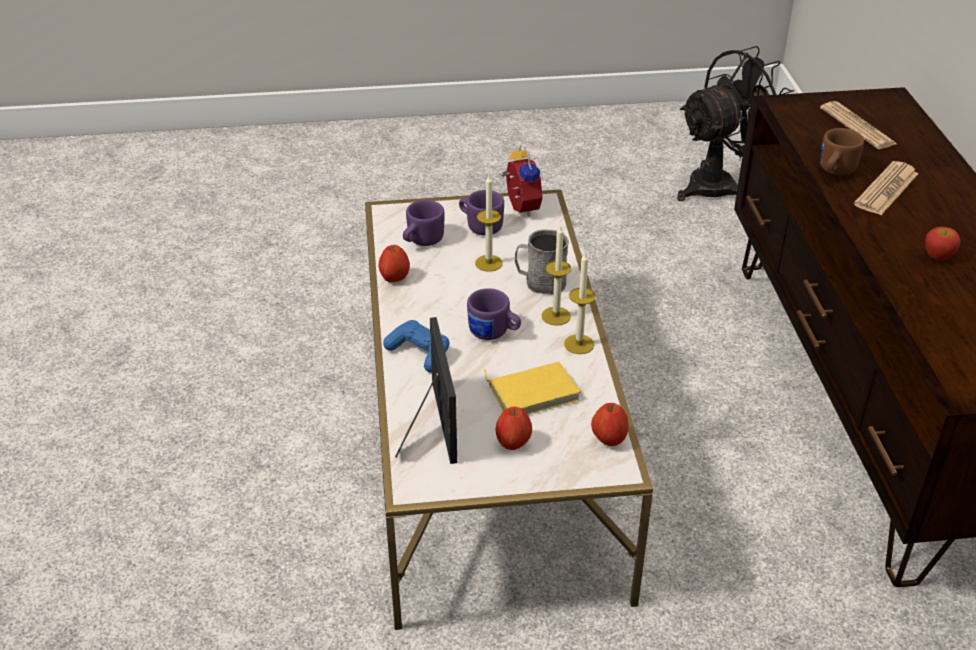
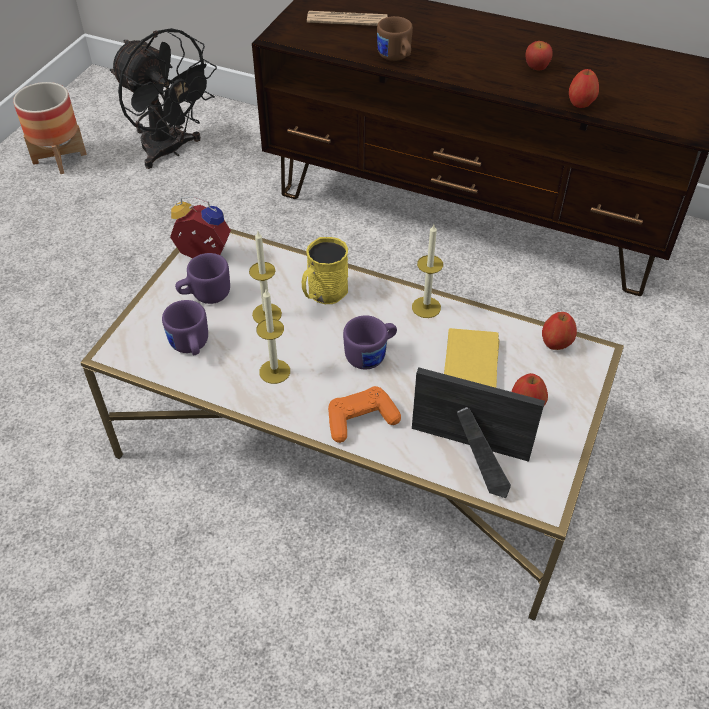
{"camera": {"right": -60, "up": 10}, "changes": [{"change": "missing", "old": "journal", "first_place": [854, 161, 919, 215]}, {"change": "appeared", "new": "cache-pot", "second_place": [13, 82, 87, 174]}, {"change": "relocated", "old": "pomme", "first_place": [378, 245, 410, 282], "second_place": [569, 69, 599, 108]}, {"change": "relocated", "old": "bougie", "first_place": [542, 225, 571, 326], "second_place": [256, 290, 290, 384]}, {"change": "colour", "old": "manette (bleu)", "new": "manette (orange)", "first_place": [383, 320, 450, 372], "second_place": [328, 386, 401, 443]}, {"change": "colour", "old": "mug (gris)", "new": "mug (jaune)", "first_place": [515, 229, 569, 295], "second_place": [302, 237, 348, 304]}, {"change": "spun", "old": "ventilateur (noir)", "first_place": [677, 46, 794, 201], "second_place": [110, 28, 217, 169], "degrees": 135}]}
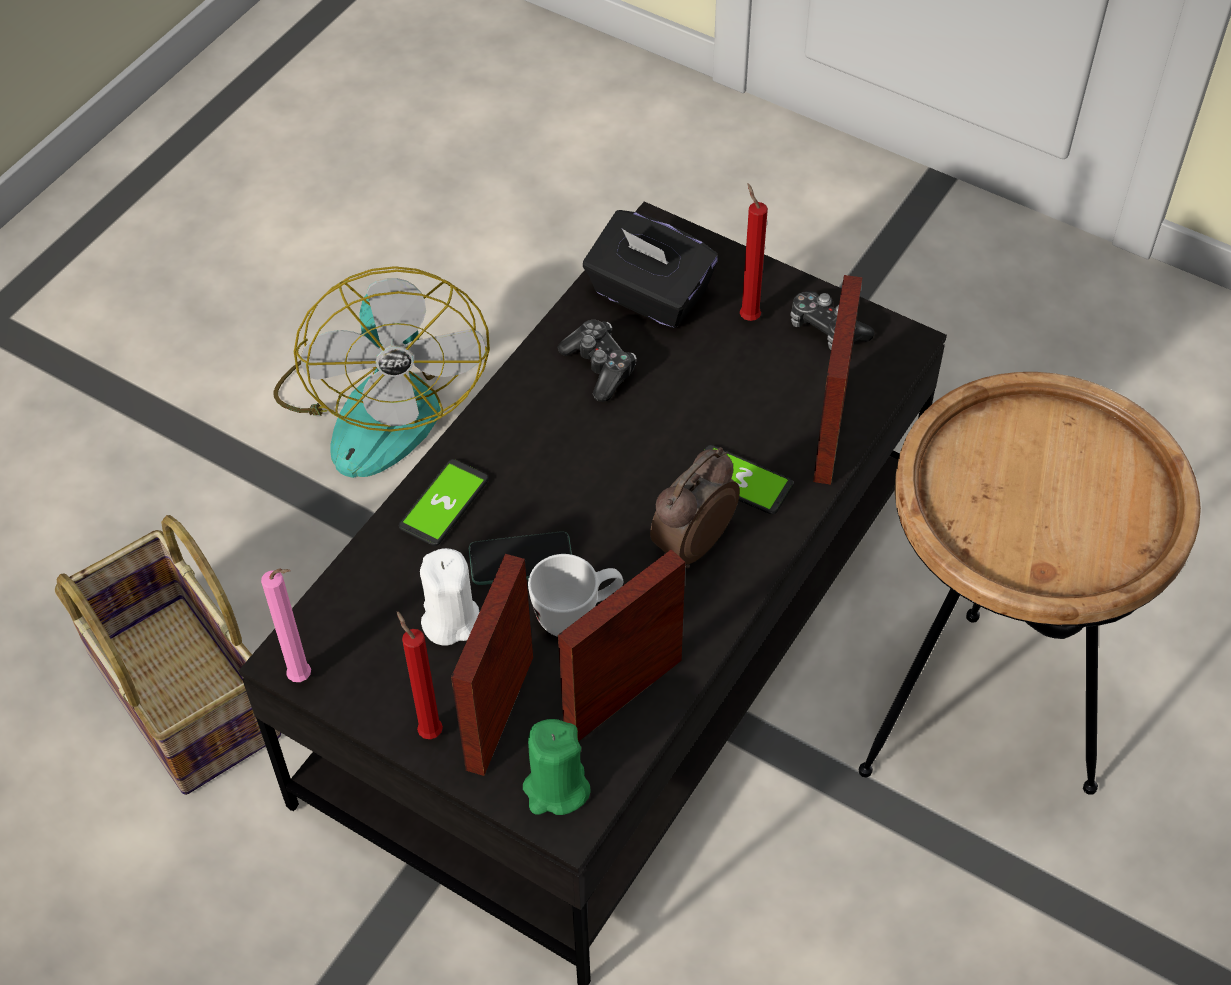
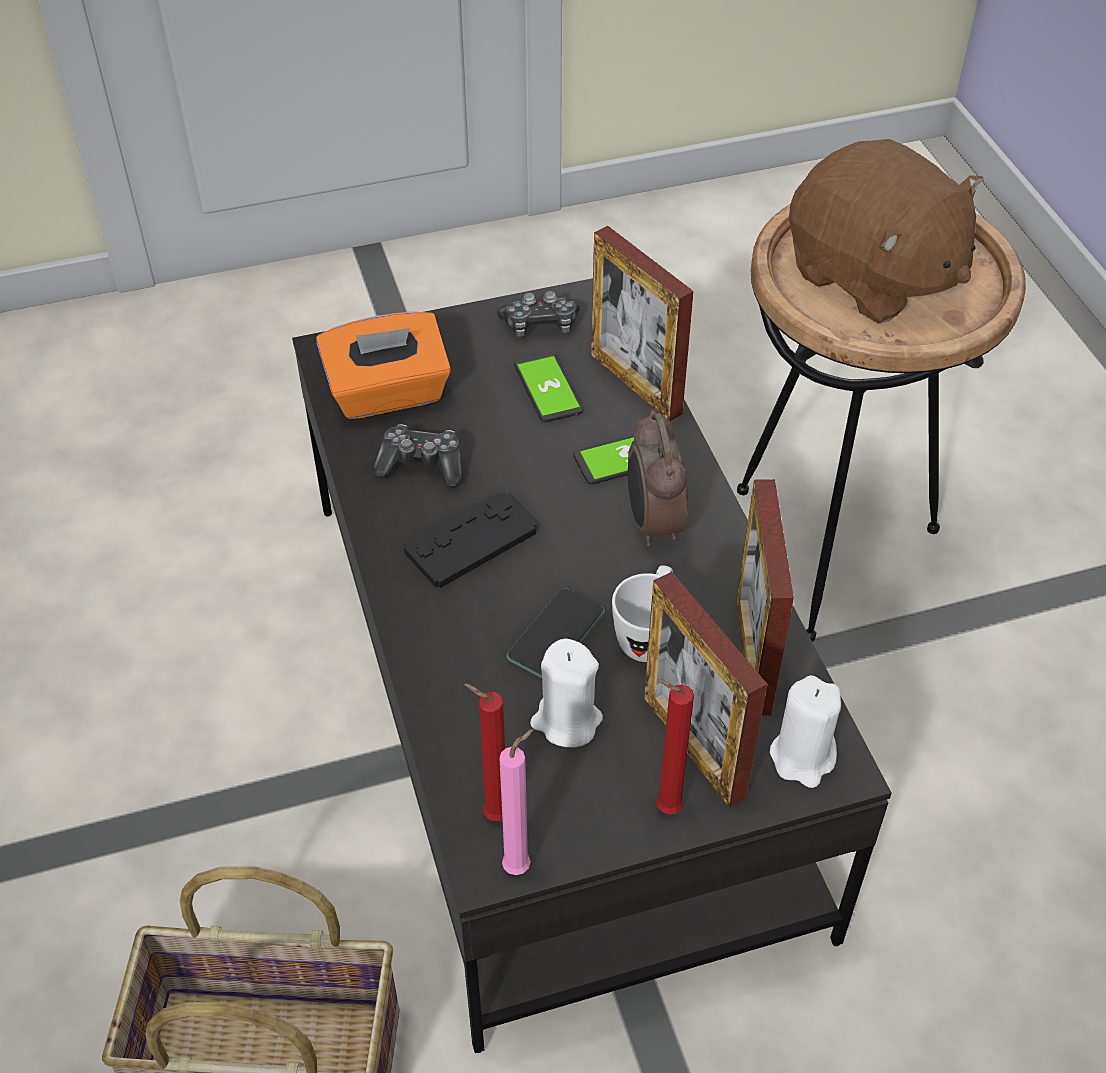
{"camera": {"right": -50, "up": -5}, "changes": [{"change": "missing", "old": "ventilateur", "first_place": [273, 266, 490, 478]}, {"change": "appeared", "new": "manette (noir)", "second_place": [404, 492, 537, 588]}, {"change": "appeared", "new": "peluche (marron)", "second_place": [789, 139, 984, 323]}, {"change": "relocated", "old": "téléphone", "first_place": [399, 459, 489, 546], "second_place": [514, 352, 583, 422]}, {"change": "relocated", "old": "bougie (rouge)", "first_place": [739, 184, 768, 321], "second_place": [464, 684, 505, 821]}, {"change": "colour", "old": "bougie (vert)", "new": "bougie (blanc)", "first_place": [523, 719, 591, 815], "second_place": [770, 675, 841, 788]}, {"change": "colour", "old": "boîte à mouchoirs (noir)", "new": "boîte à mouchoirs (orange)", "first_place": [583, 210, 718, 328], "second_place": [316, 311, 451, 419]}]}
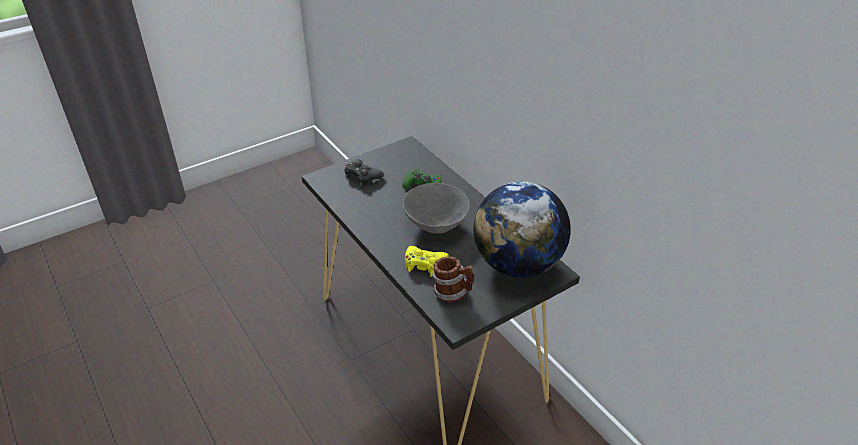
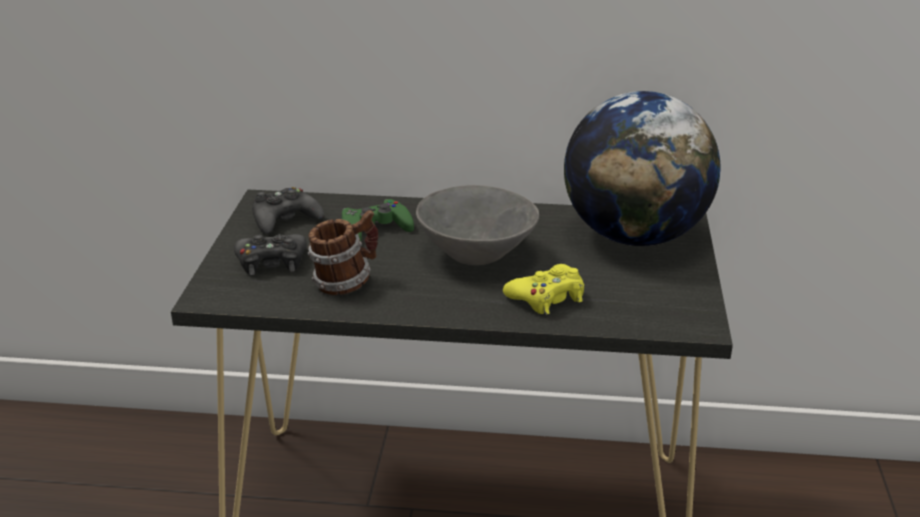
{"camera": {"right": -50, "up": -10}, "changes": [{"change": "appeared", "new": "manette (noir)", "second_place": [252, 187, 324, 234]}, {"change": "relocated", "old": "mug", "first_place": [432, 256, 474, 302], "second_place": [307, 210, 378, 295]}]}
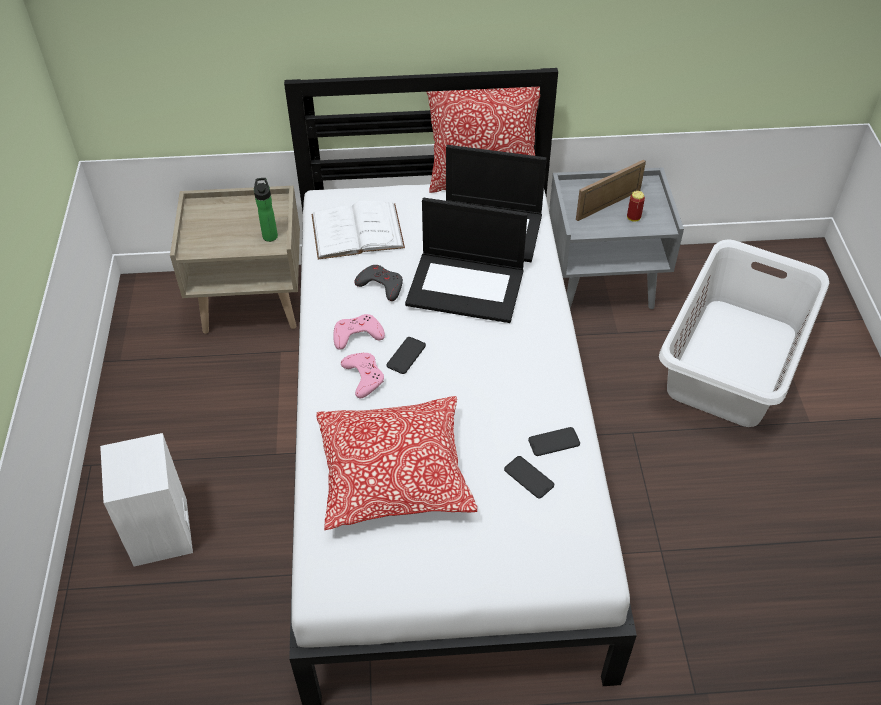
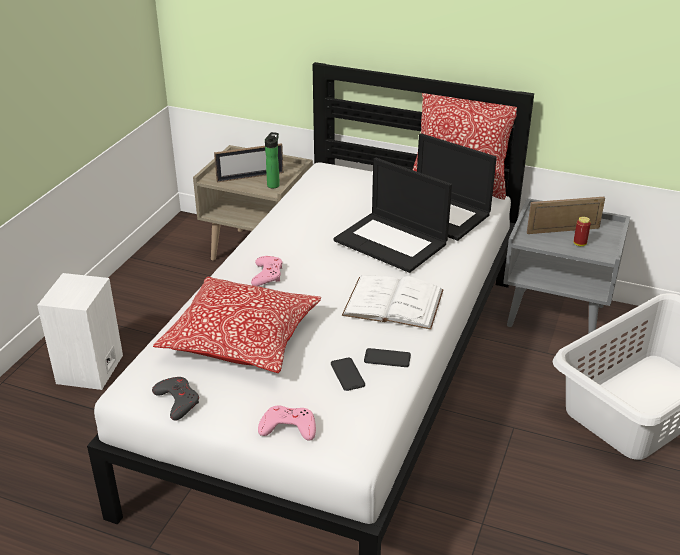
{"camera": {"right": 25, "up": -15}, "changes": [{"change": "missing", "old": "téléphone", "first_place": [386, 337, 426, 374]}, {"change": "appeared", "new": "cadre photo", "second_place": [214, 143, 283, 182]}, {"change": "relocated", "old": "livre (blanc)", "first_place": [312, 200, 405, 259], "second_place": [342, 275, 444, 330]}, {"change": "relocated", "old": "manette (rose)", "first_place": [333, 314, 385, 350], "second_place": [258, 406, 316, 440]}, {"change": "relocated", "old": "manette (gris)", "first_place": [354, 265, 403, 301], "second_place": [152, 377, 199, 421]}]}
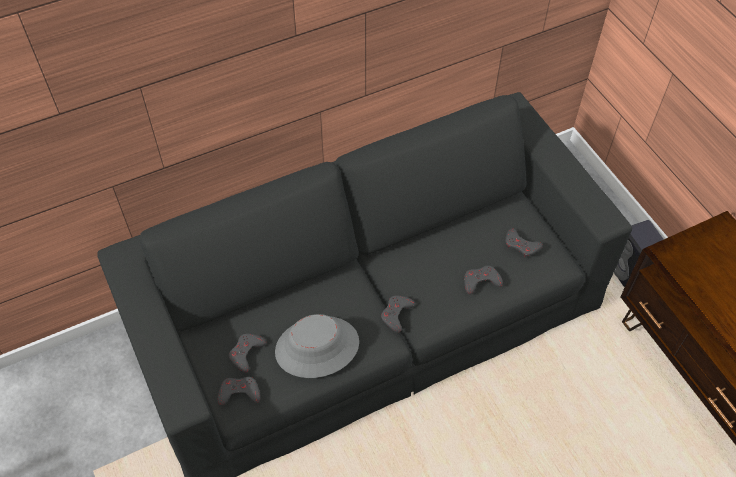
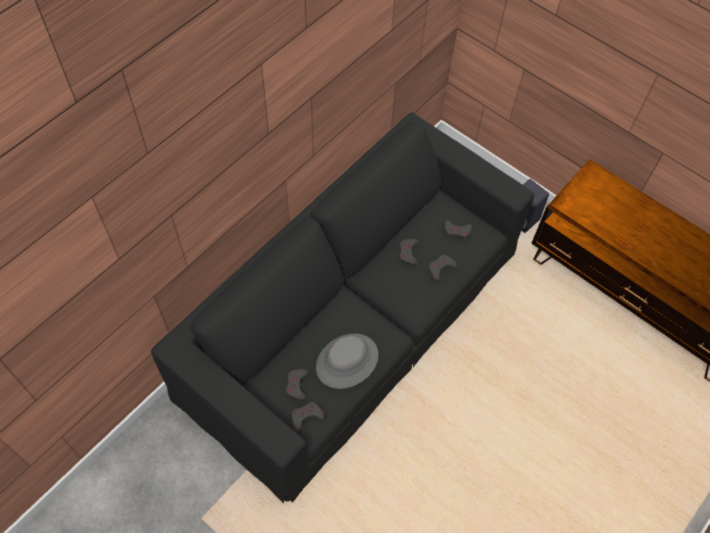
{"camera": {"right": -25, "up": 5}, "changes": [{"change": "relocated", "old": "manette (gris)", "first_place": [381, 295, 415, 333], "second_place": [399, 239, 418, 266]}]}
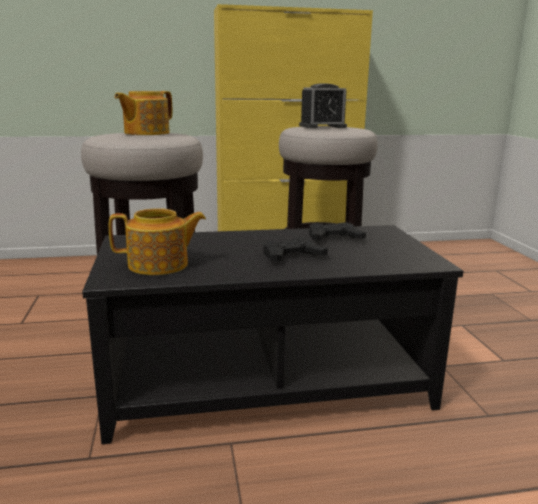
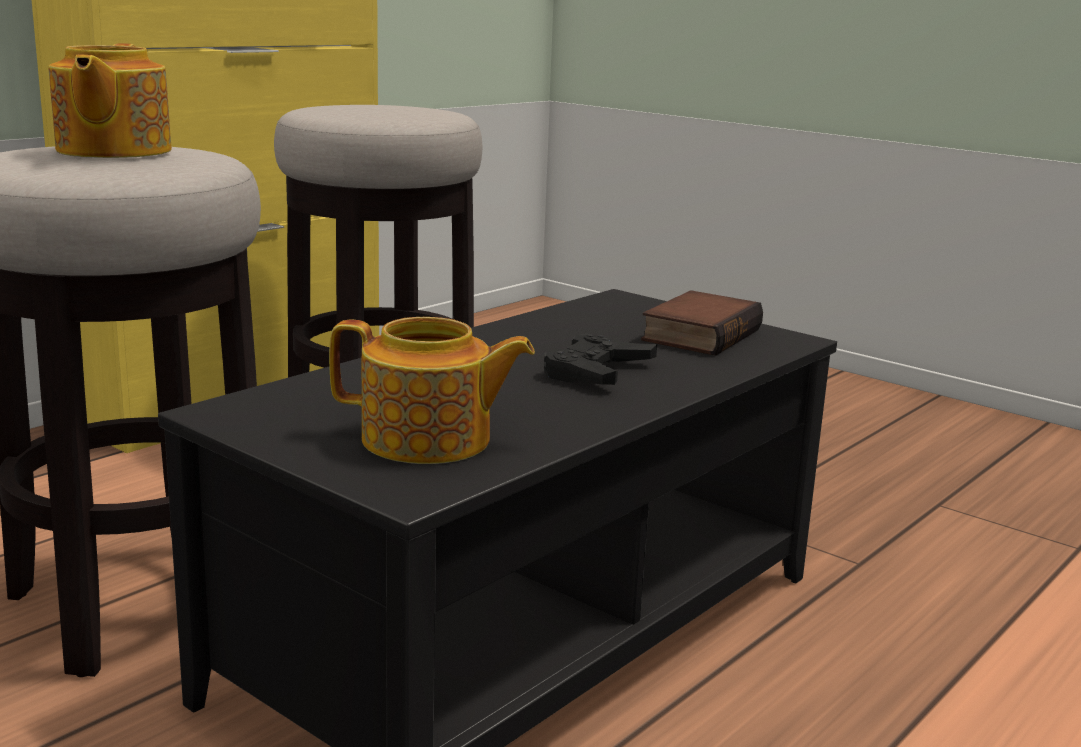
{"camera": {"right": -40, "up": 0}, "changes": [{"change": "missing", "old": "réveil", "first_place": [299, 83, 347, 128]}, {"change": "missing", "old": "manette (noir)", "first_place": [309, 222, 366, 241]}, {"change": "appeared", "new": "livre", "second_place": [641, 290, 763, 356]}, {"change": "spun", "old": "théière", "first_place": [109, 208, 206, 275], "second_place": [329, 317, 535, 464], "degrees": 60}]}
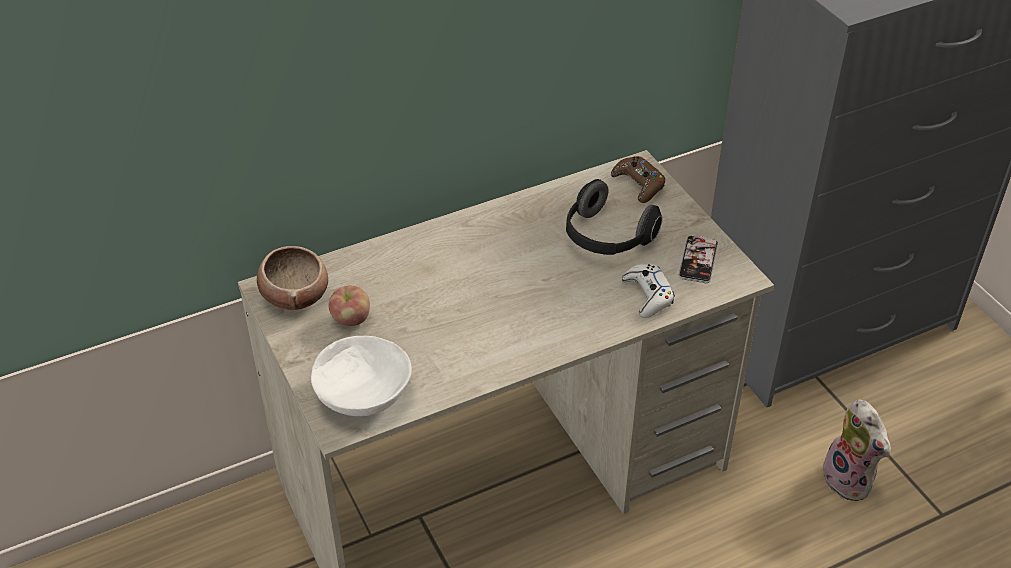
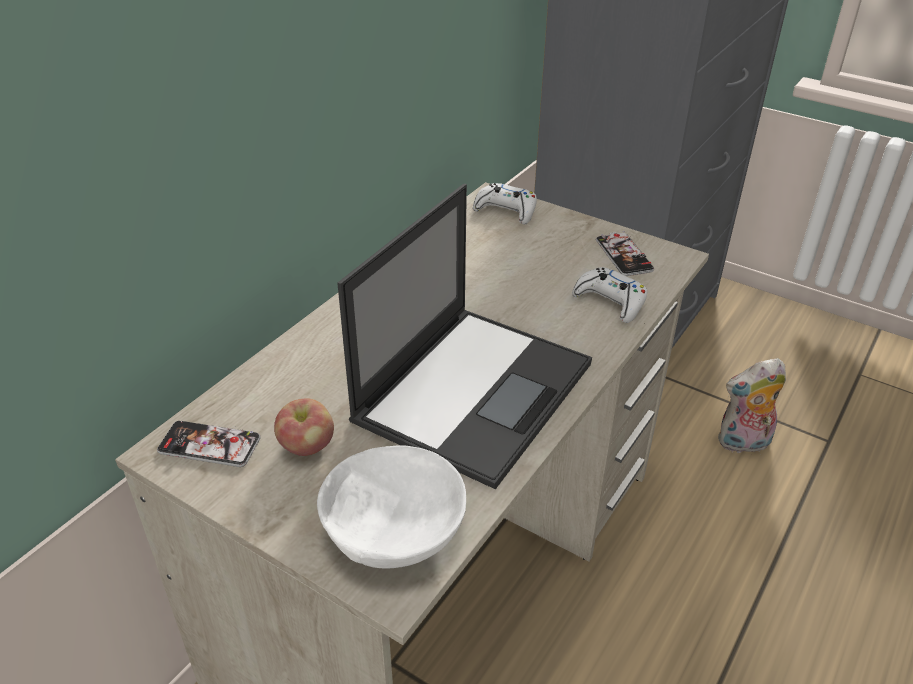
{"camera": {"right": -30, "up": -5}, "changes": [{"change": "missing", "old": "casque audio", "first_place": [566, 179, 663, 255]}, {"change": "appeared", "new": "ordinateur portable", "second_place": [337, 184, 592, 489]}, {"change": "exchanged", "old": "bol", "new": "téléphone", "first_place": [257, 246, 328, 310], "second_place": [157, 421, 261, 467]}, {"change": "colour", "old": "manette (marron)", "new": "manette (blanc)", "first_place": [611, 156, 665, 203], "second_place": [473, 183, 537, 225]}, {"change": "spun", "old": "peluche", "first_place": [823, 399, 891, 501], "second_place": [718, 358, 786, 453], "degrees": 135}]}
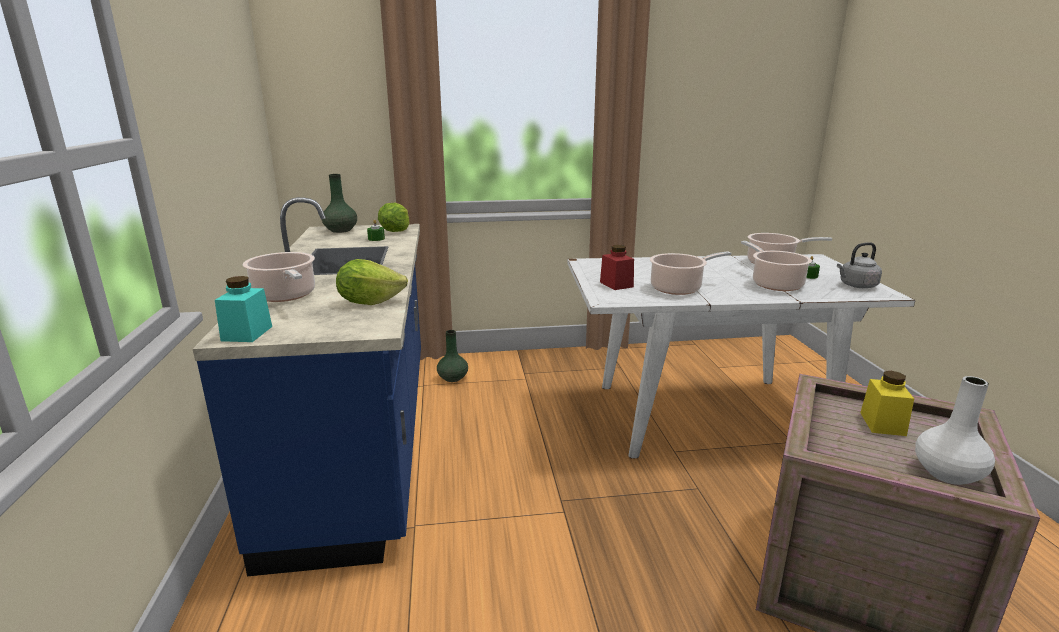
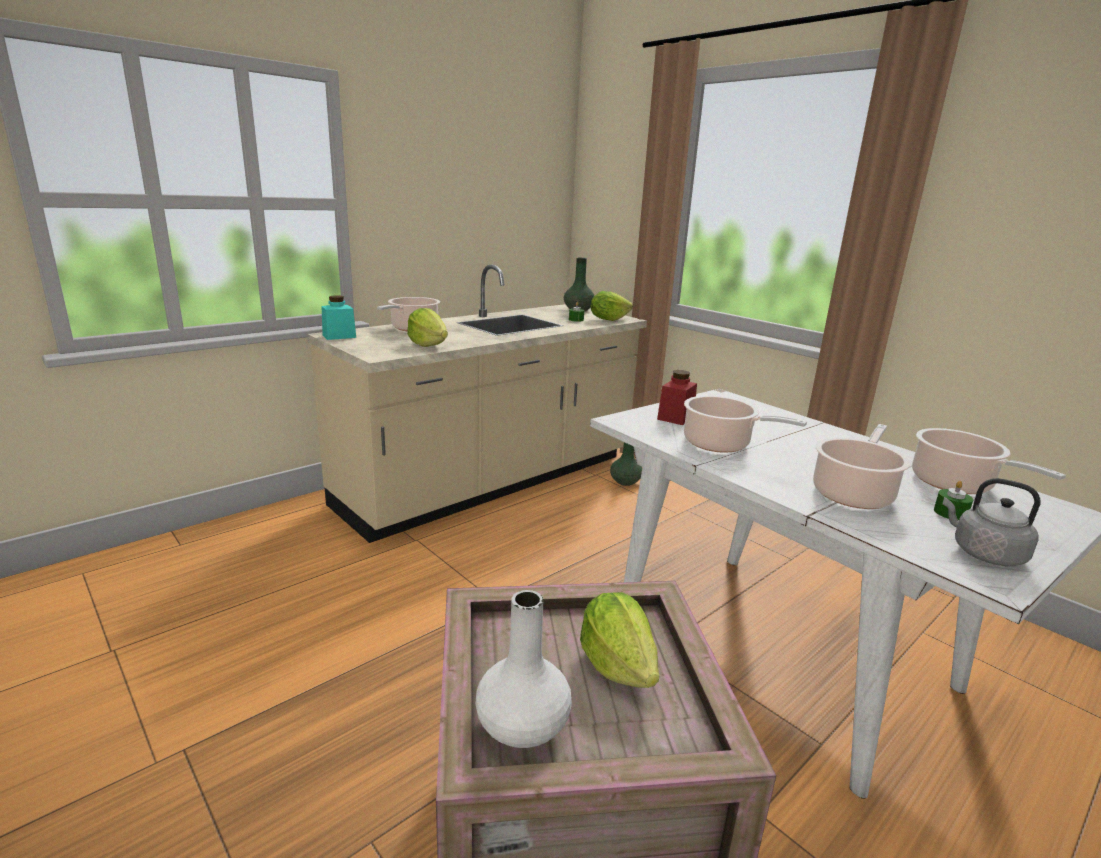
{"camera": {"right": 55, "up": 0}, "changes": [{"change": "exchanged", "old": "bocal (jaune)", "new": "laitue", "first_place": [860, 371, 914, 436], "second_place": [580, 592, 659, 688]}, {"change": "colour", "old": "comptoir de cuisine (bleu)", "new": "comptoir de cuisine (beige)", "first_place": [193, 197, 421, 576], "second_place": [307, 265, 647, 543]}]}
